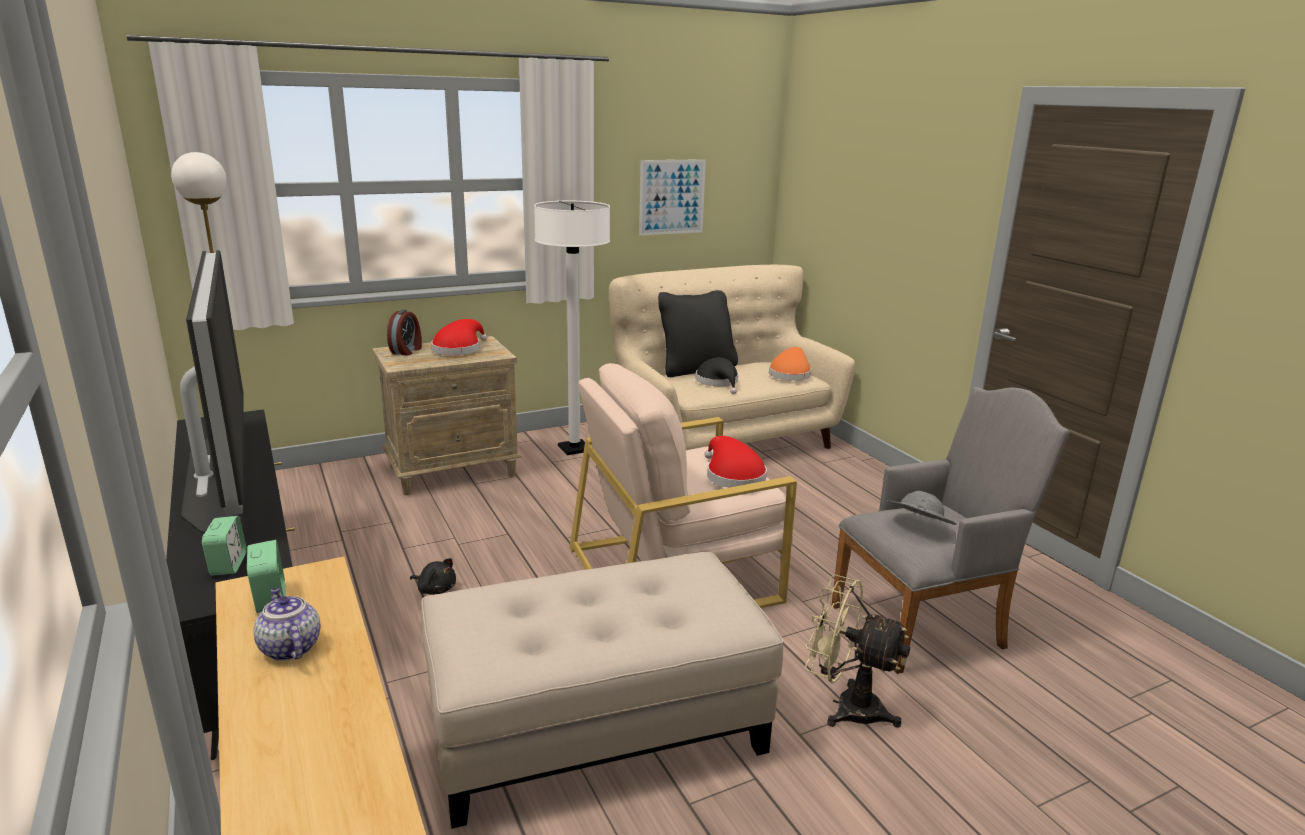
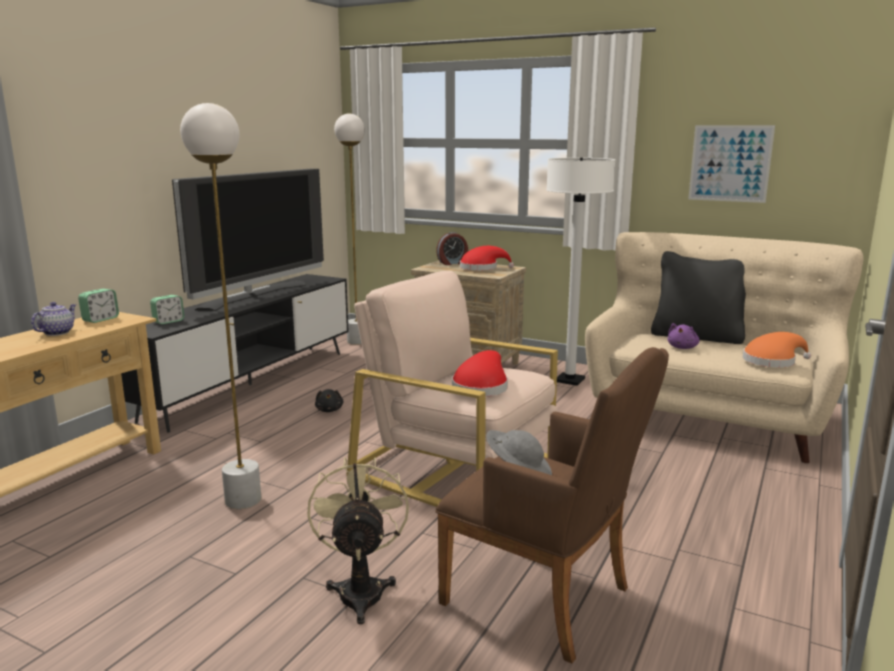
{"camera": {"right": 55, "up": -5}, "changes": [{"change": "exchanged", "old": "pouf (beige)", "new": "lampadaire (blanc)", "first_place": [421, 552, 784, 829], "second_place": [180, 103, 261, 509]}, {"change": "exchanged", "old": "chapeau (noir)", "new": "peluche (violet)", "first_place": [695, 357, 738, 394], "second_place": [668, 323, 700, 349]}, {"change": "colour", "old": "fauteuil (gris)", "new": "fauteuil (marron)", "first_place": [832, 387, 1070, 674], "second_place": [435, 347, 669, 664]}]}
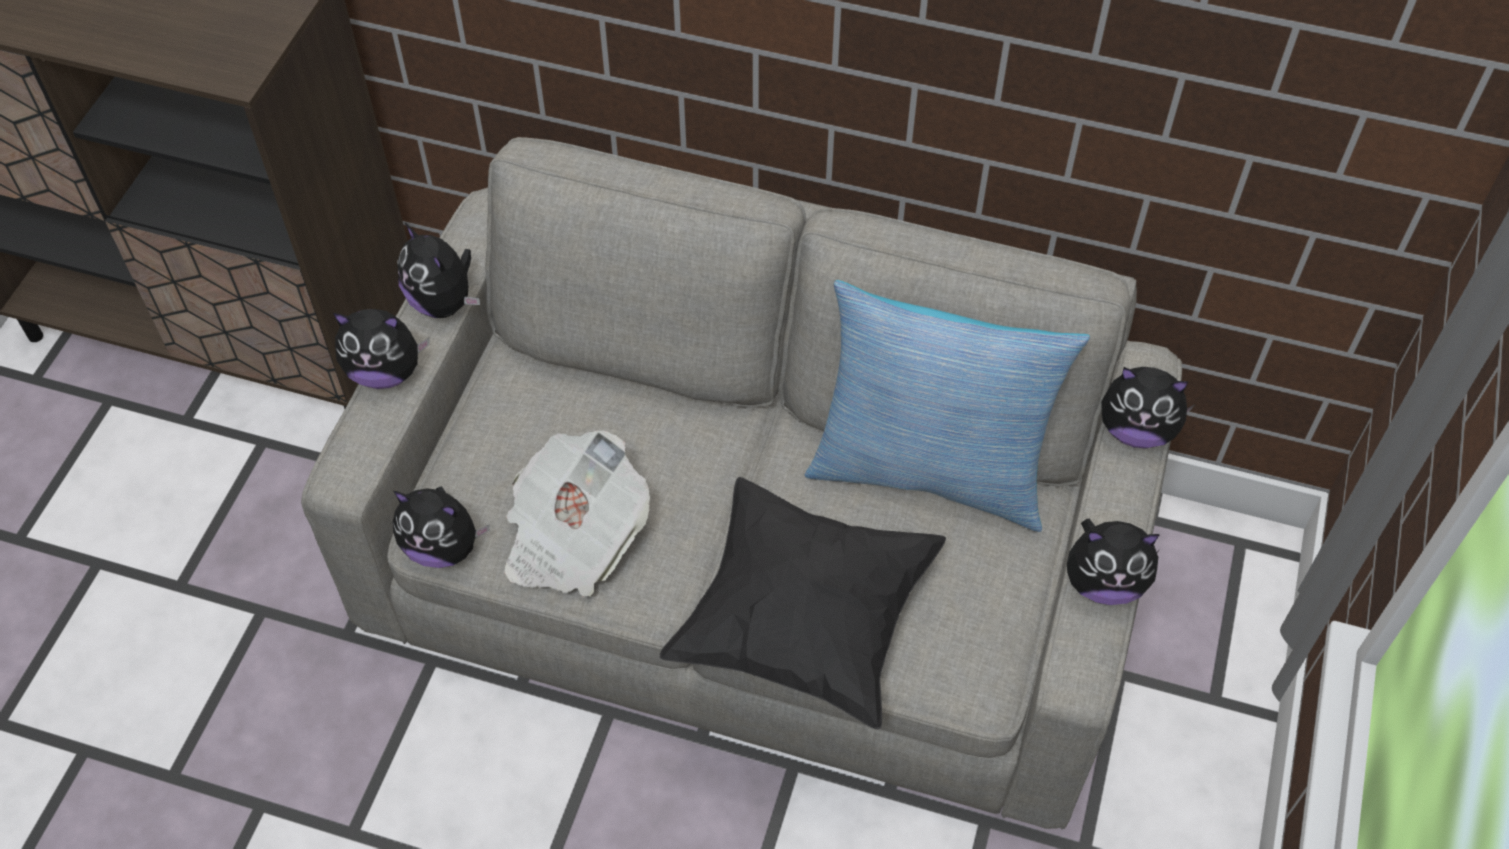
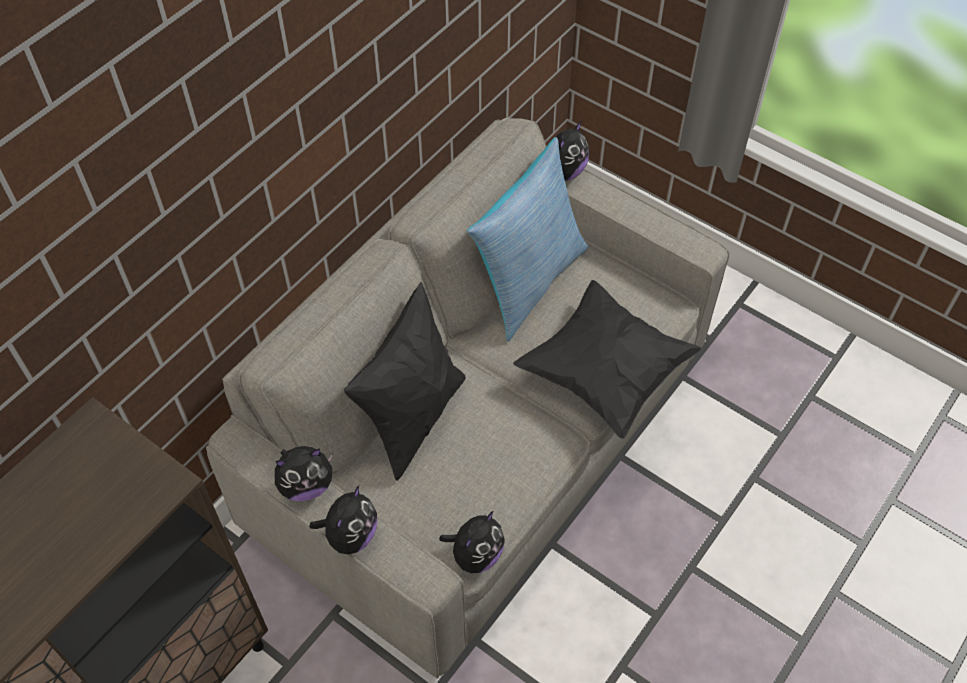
{"camera": {"right": -70, "up": 0}, "changes": [{"change": "missing", "old": "journal", "first_place": [504, 430, 650, 597]}, {"change": "missing", "old": "peluche", "first_place": [1067, 519, 1162, 605]}, {"change": "appeared", "new": "coussin (noir)", "second_place": [344, 282, 466, 481]}]}
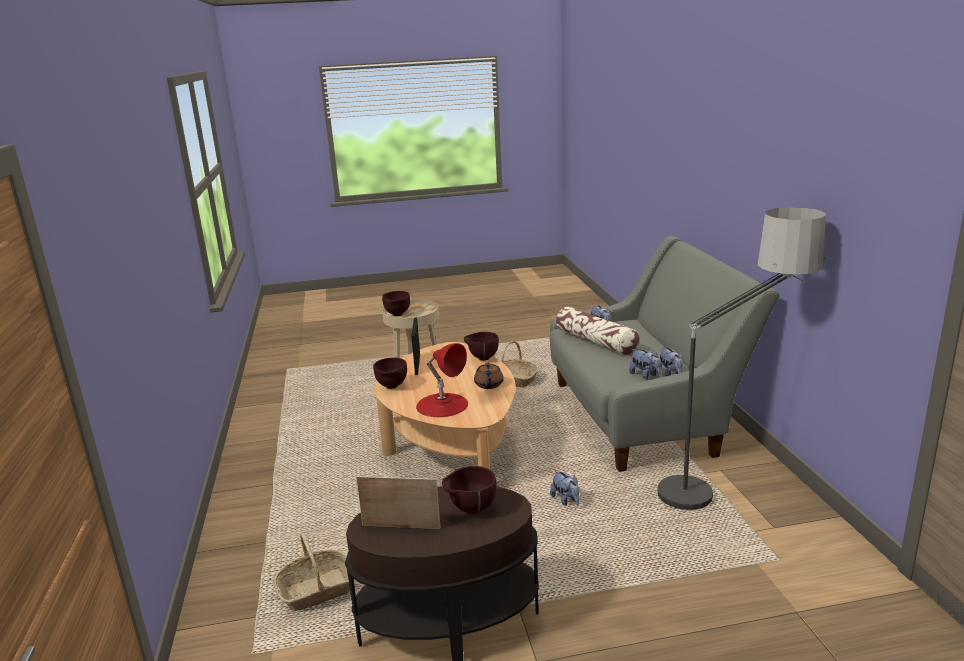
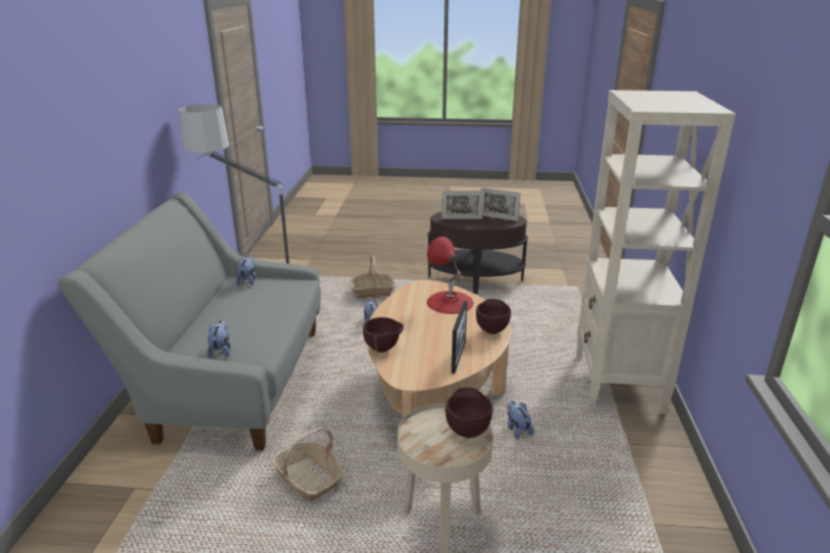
{"camera": {"right": -165, "up": 5}, "changes": [{"change": "missing", "old": "théière (marron)", "first_place": [474, 362, 504, 389]}, {"change": "missing", "old": "coussin", "first_place": [556, 306, 639, 356]}, {"change": "appeared", "new": "bibliothèque (beige)", "second_place": [576, 90, 736, 414]}, {"change": "relocated", "old": "panier", "first_place": [273, 533, 350, 611], "second_place": [349, 255, 396, 298]}, {"change": "relocated", "old": "peluche", "first_place": [629, 349, 661, 379], "second_place": [507, 401, 534, 440]}, {"change": "exchanged", "old": "bol (marron)", "new": "cadre photo", "first_place": [442, 466, 496, 514], "second_place": [442, 191, 484, 219]}]}
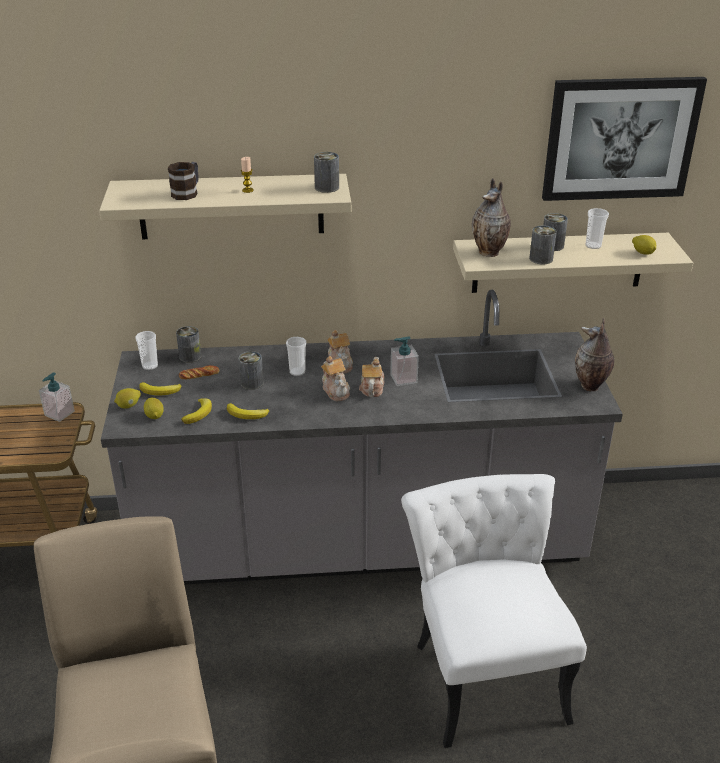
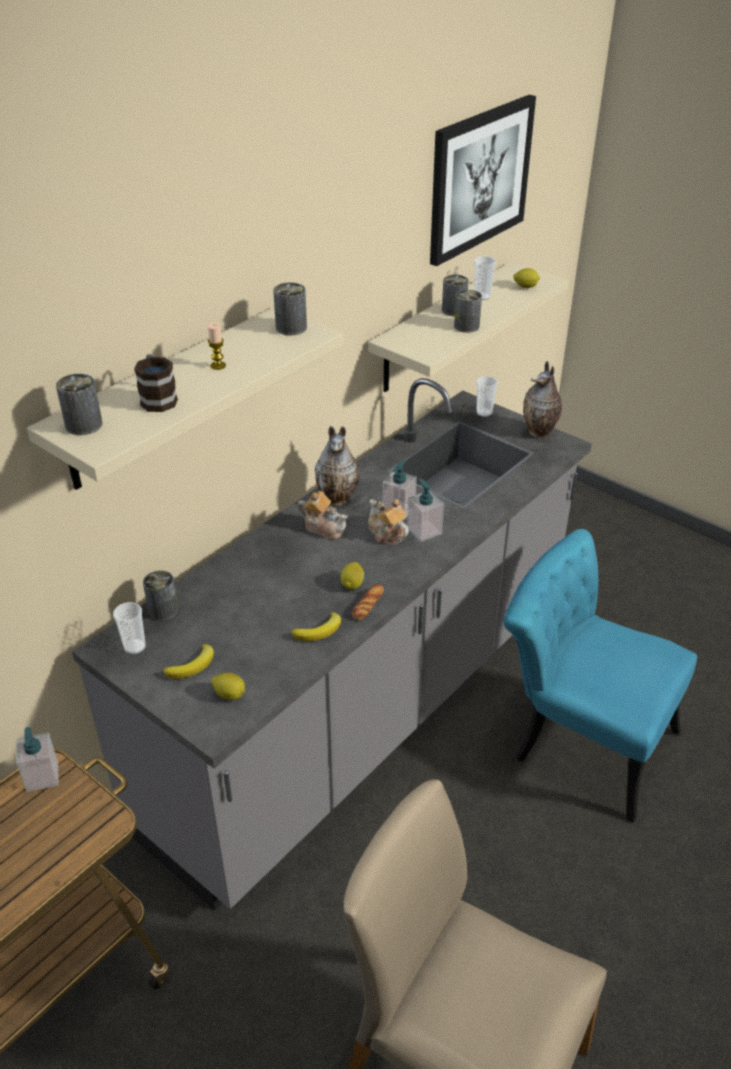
{"camera": {"right": -45, "up": 5}, "changes": [{"change": "missing", "old": "banane", "first_place": [181, 398, 212, 424]}, {"change": "missing", "old": "théière", "first_place": [321, 356, 350, 401]}, {"change": "appeared", "new": "distributeur de savon", "second_place": [407, 478, 444, 542]}, {"change": "relocated", "old": "citron", "first_place": [114, 388, 141, 409], "second_place": [341, 562, 364, 590]}, {"change": "relocated", "old": "pain", "first_place": [179, 365, 220, 379], "second_place": [352, 584, 384, 620]}, {"change": "relocated", "old": "boîte métallique", "first_place": [238, 351, 264, 390], "second_place": [56, 374, 103, 435]}, {"change": "relocated", "old": "tasse", "first_place": [286, 337, 306, 376], "second_place": [476, 376, 498, 417]}, {"change": "relocated", "old": "vase", "first_place": [472, 178, 511, 257], "second_place": [315, 426, 359, 506]}, {"change": "colour", "old": "chaise (blanc)", "new": "chaise (turquoise)", "first_place": [401, 474, 587, 748], "second_place": [504, 529, 697, 823]}]}
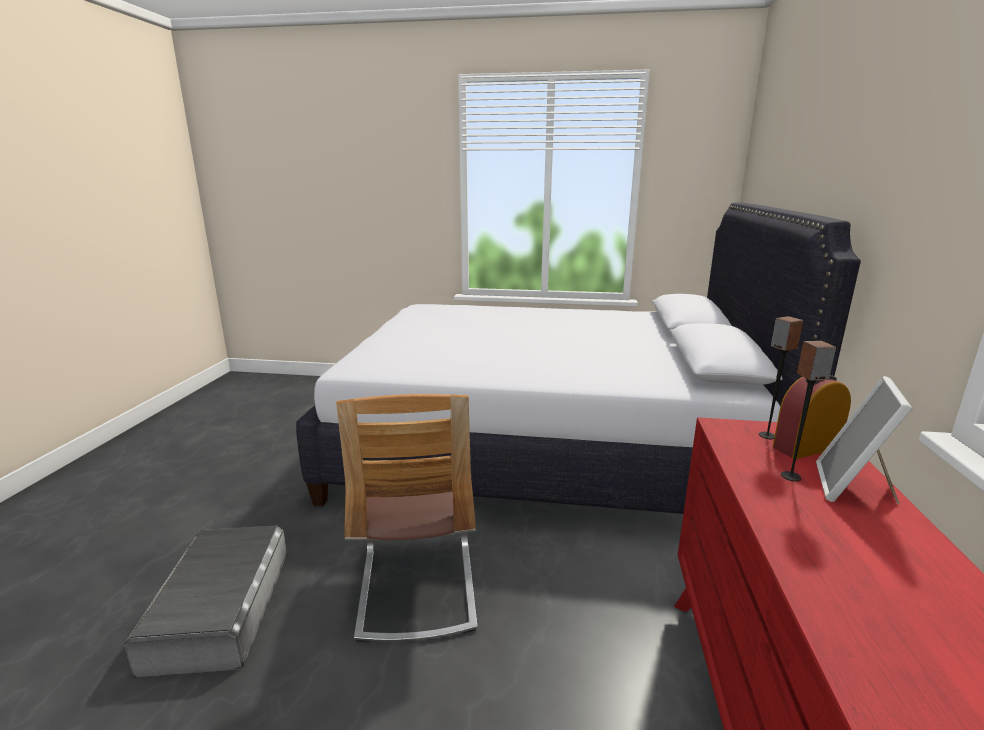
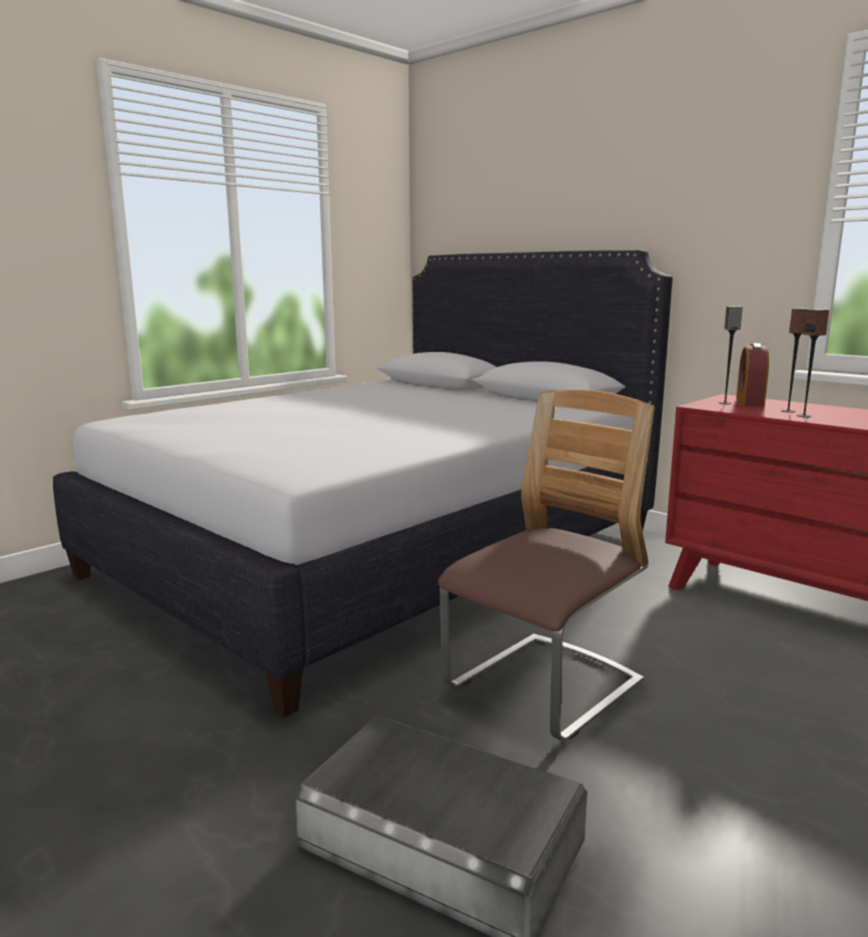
{"camera": {"right": -55, "up": -5}, "changes": [{"change": "missing", "old": "cadre photo", "first_place": [816, 376, 913, 504]}, {"change": "appeared", "new": "enceinte", "second_place": [797, 309, 829, 417]}, {"change": "spun", "old": "chaise", "first_place": [336, 394, 478, 642], "second_place": [438, 390, 655, 741], "degrees": -75}]}
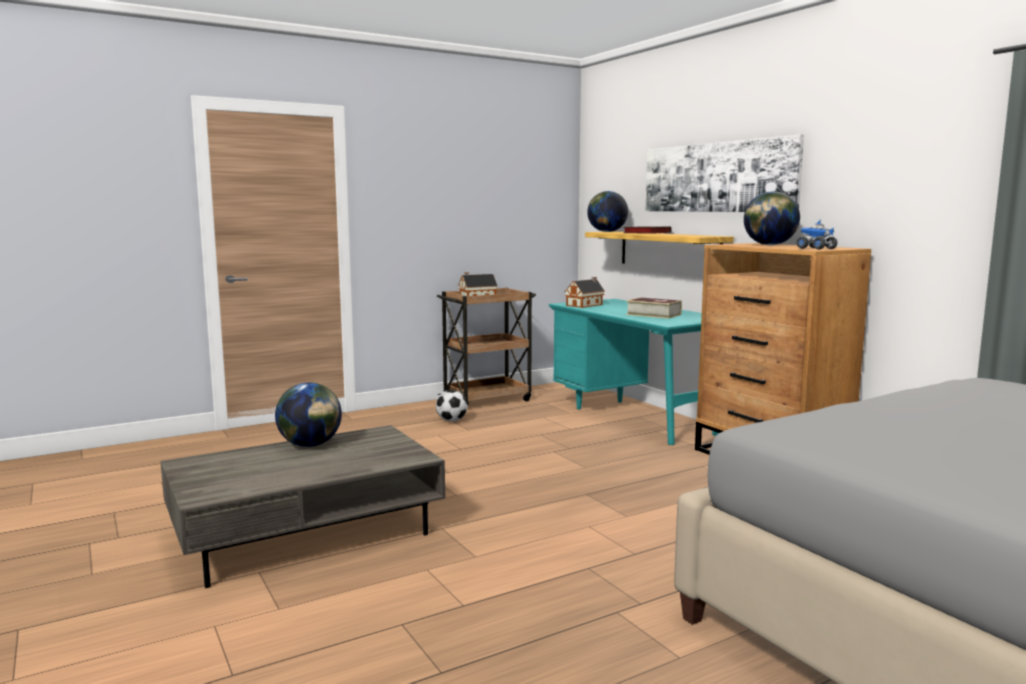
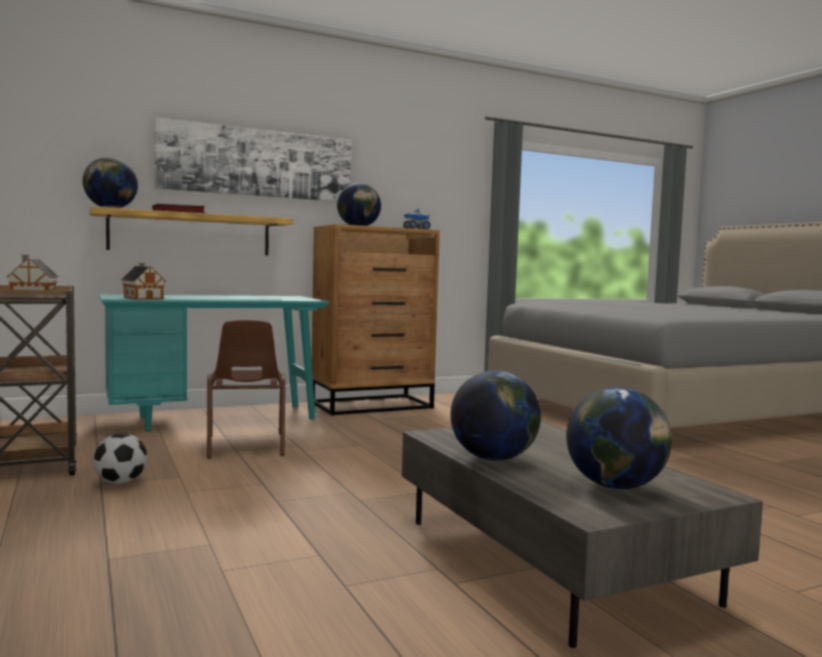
{"camera": {"right": -85, "up": -5}, "changes": [{"change": "missing", "old": "livre", "first_place": [626, 297, 682, 319]}, {"change": "appeared", "new": "chaise (marron)", "second_place": [207, 319, 285, 459]}, {"change": "appeared", "new": "globe", "second_place": [566, 387, 672, 489]}]}
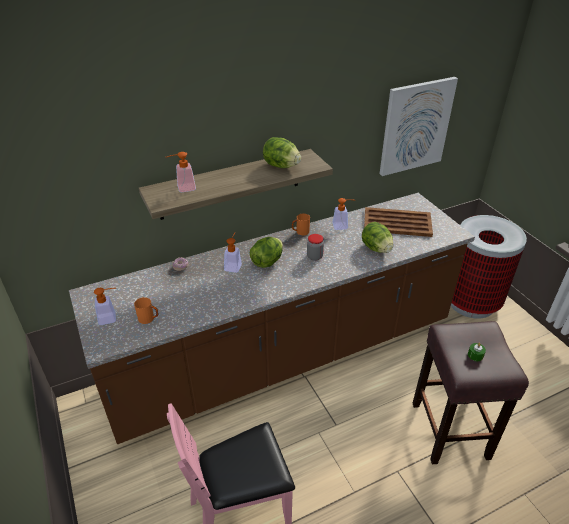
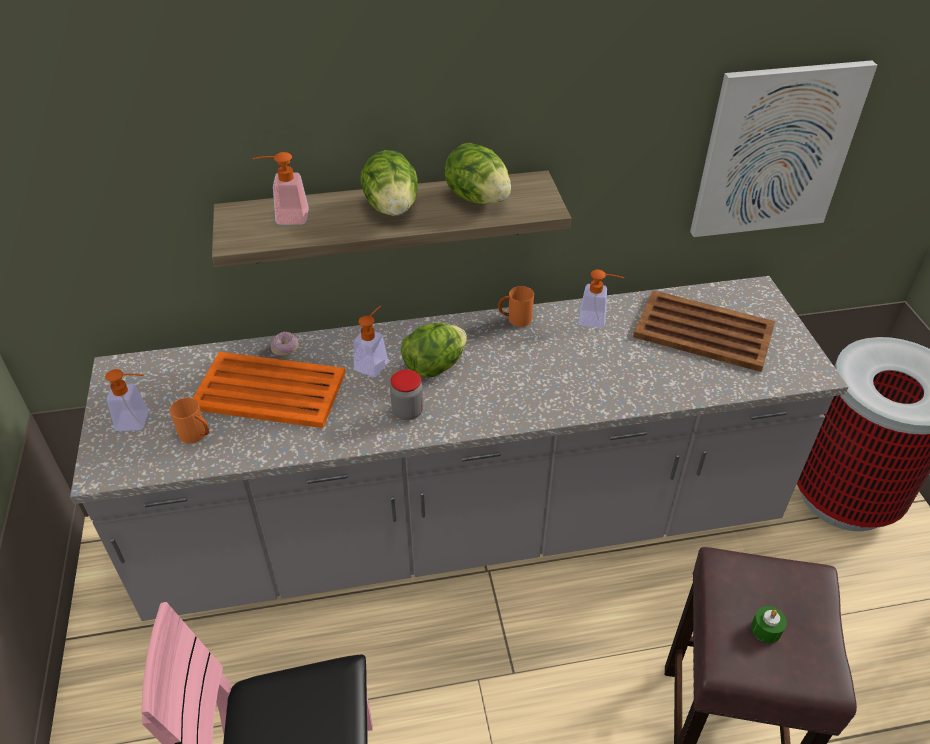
{"camera": {"right": 15, "up": 5}, "changes": [{"change": "appeared", "new": "plateau (orange)", "second_place": [193, 352, 345, 428]}, {"change": "relocated", "old": "bocal", "first_place": [307, 234, 324, 261], "second_place": [390, 370, 423, 420]}, {"change": "relocated", "old": "laitue", "first_place": [362, 222, 393, 253], "second_place": [360, 150, 418, 216]}, {"change": "colour", "old": "comptoir de cuisine (marron)", "new": "comptoir de cuisine (gris)", "first_place": [69, 193, 475, 444], "second_place": [70, 276, 848, 621]}]}
